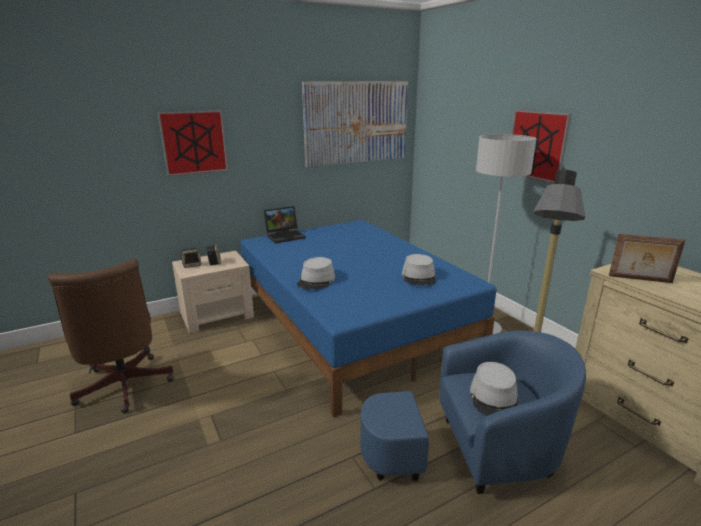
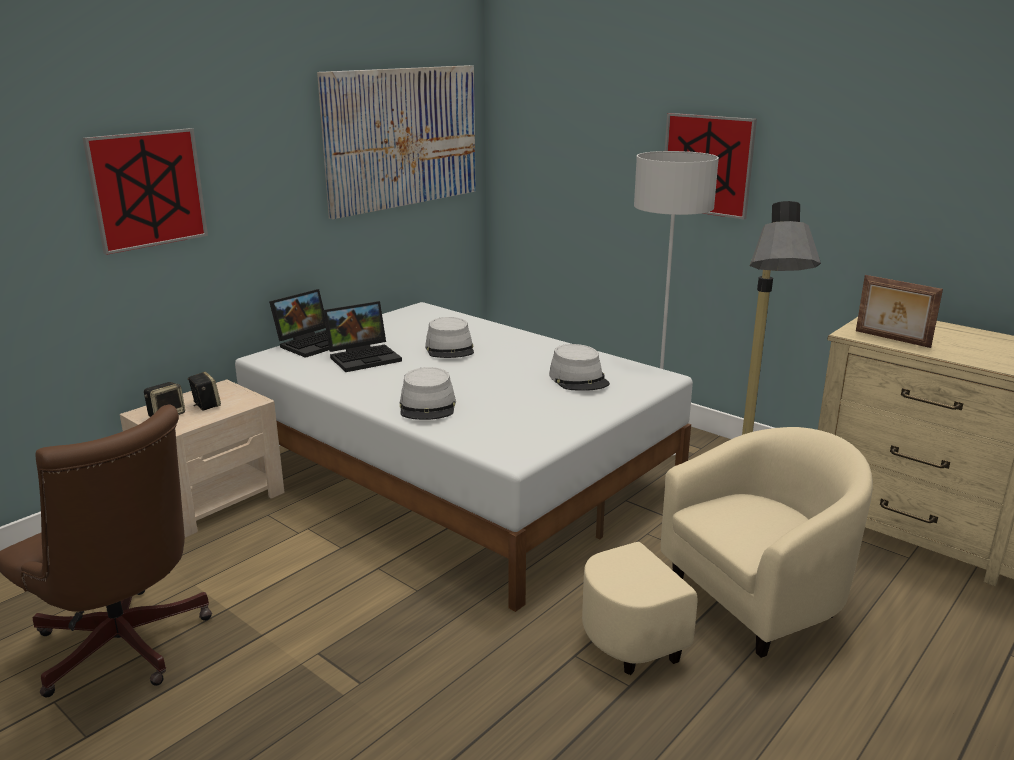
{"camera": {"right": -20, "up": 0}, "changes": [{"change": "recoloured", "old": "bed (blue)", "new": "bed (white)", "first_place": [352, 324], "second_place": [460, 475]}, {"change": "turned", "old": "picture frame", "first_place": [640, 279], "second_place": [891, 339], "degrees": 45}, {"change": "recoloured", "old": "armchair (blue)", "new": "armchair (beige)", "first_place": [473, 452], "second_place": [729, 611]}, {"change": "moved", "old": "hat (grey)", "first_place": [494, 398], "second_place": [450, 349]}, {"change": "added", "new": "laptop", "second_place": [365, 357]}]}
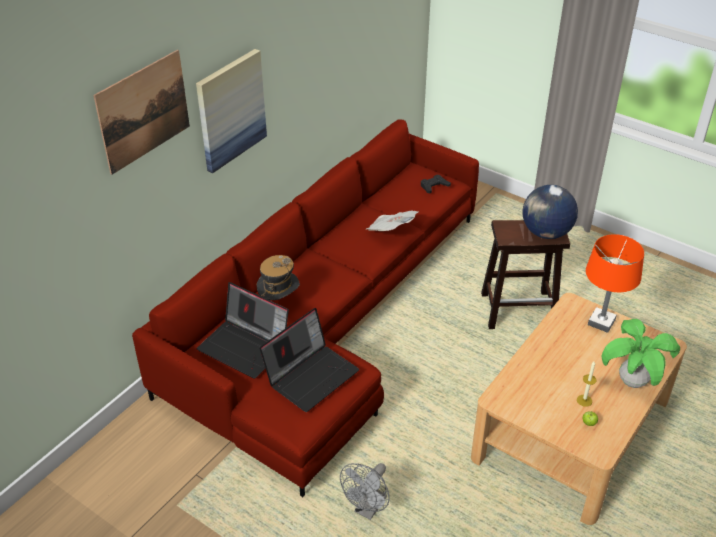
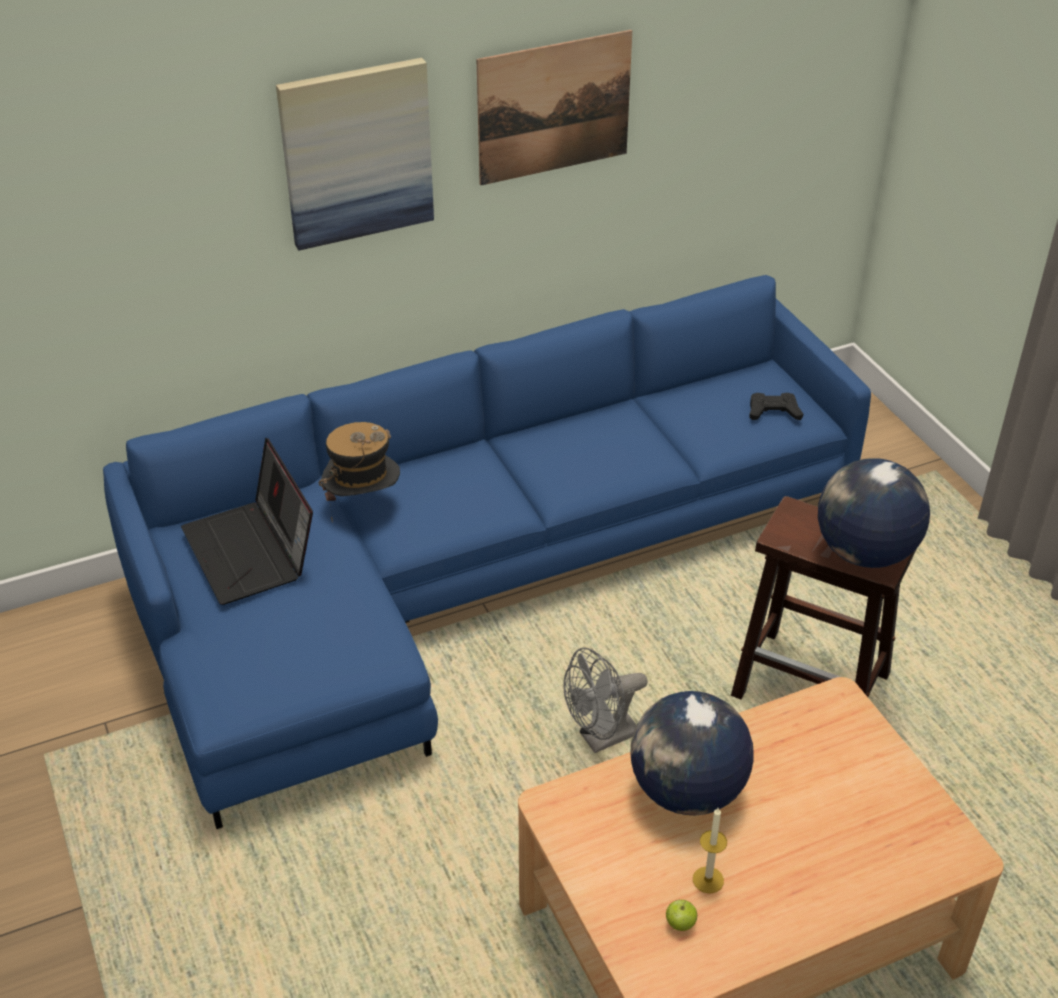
{"camera": {"right": 30, "up": 0}, "changes": [{"change": "moved", "old": "picture", "first_place": [144, 111], "second_place": [554, 107]}, {"change": "recoloured", "old": "sofa (red)", "new": "sofa (blue)", "first_place": [326, 321], "second_place": [476, 573]}, {"change": "removed", "old": "newspaper", "first_place": [391, 231]}, {"change": "removed", "old": "table lamp (orange)", "first_place": [601, 322]}, {"change": "removed", "old": "laptop", "first_place": [311, 375]}, {"change": "removed", "old": "potted plant", "first_place": [632, 382]}, {"change": "moved", "old": "fan (grey)", "first_place": [368, 509], "second_place": [601, 738]}, {"change": "added", "new": "globe", "second_place": [686, 791]}]}
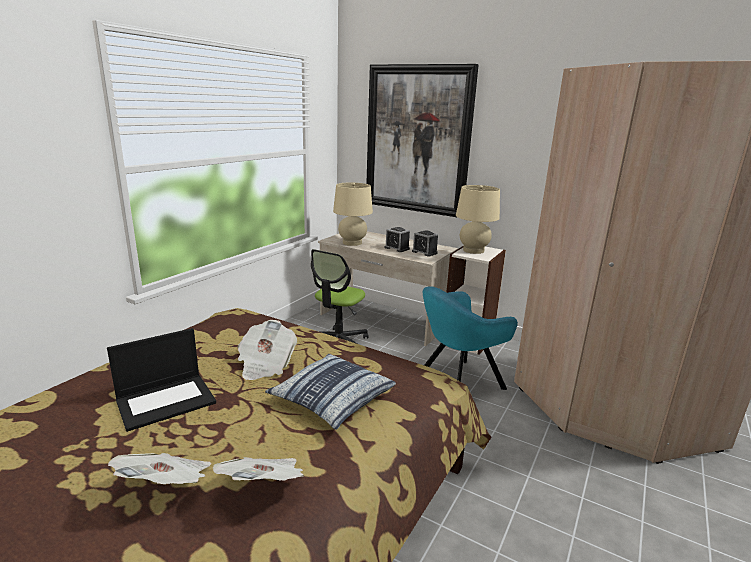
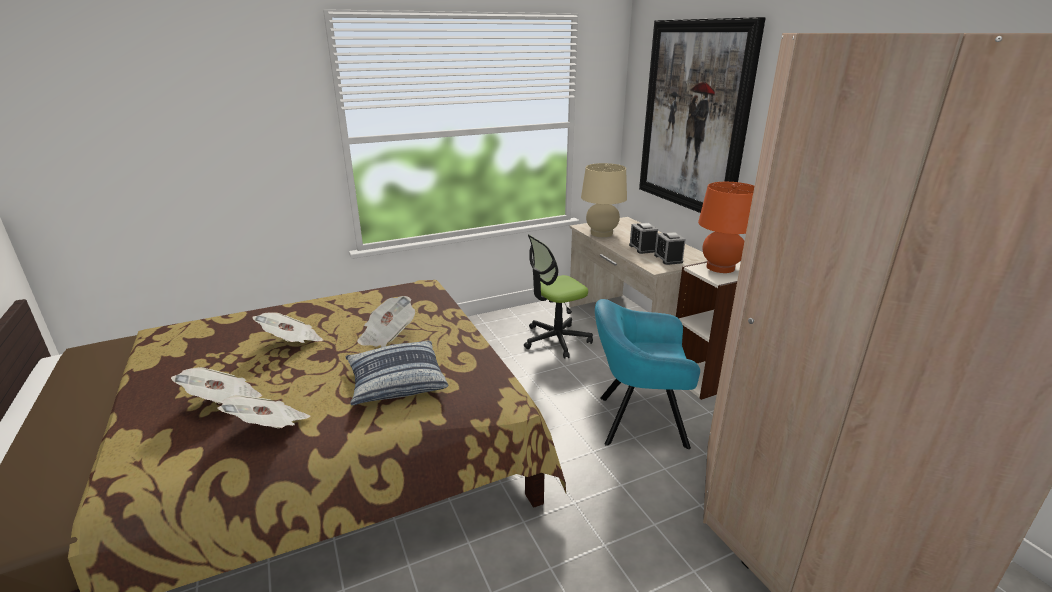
{"camera": {"right": 35, "up": 5}, "changes": [{"change": "recoloured", "old": "table lamp (beige)", "new": "table lamp (orange)", "first_place": [473, 250], "second_place": [720, 267]}, {"change": "replaced", "old": "laptop", "new": "newspaper", "first_place": [167, 400], "second_place": [292, 342]}]}
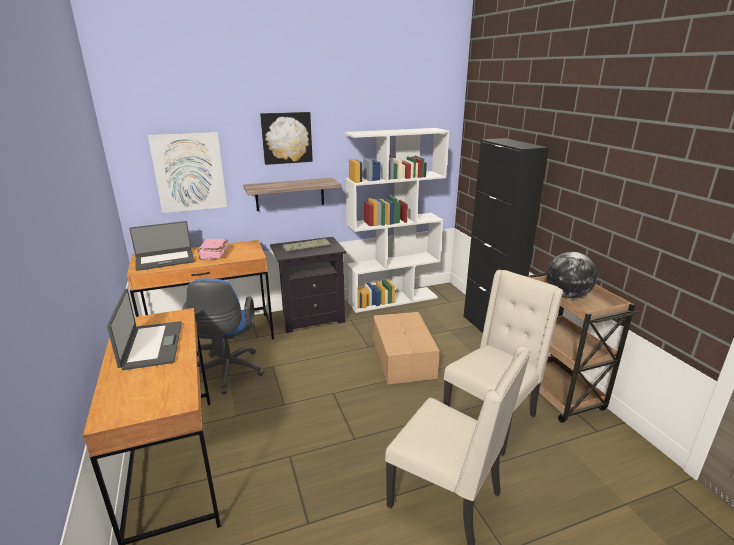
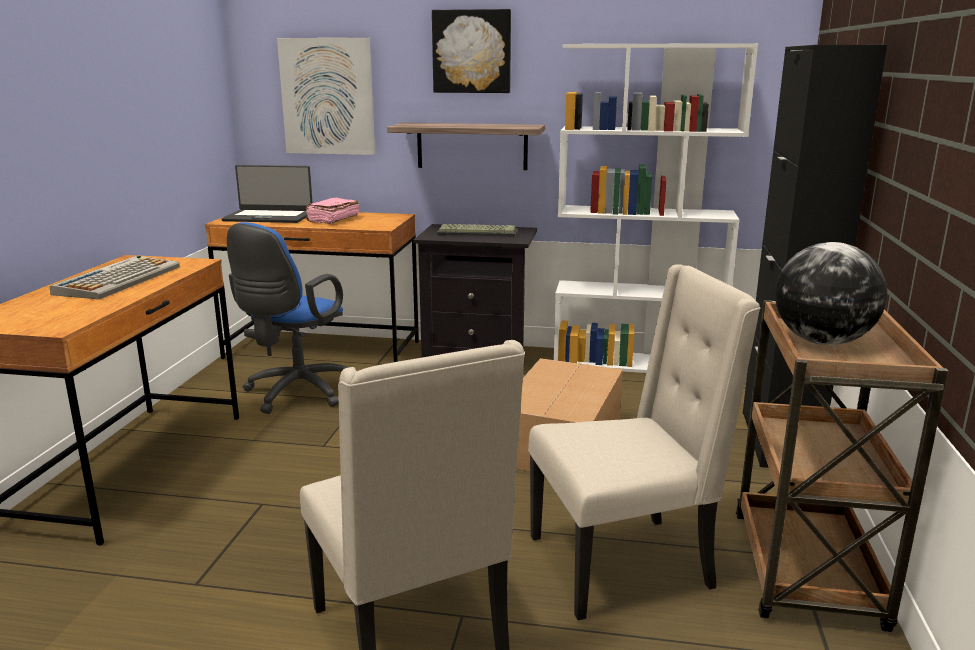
{"camera": {"right": 30, "up": -5}, "changes": [{"change": "replaced", "old": "laptop", "new": "keyboard", "first_place": [151, 345], "second_place": [119, 279]}]}
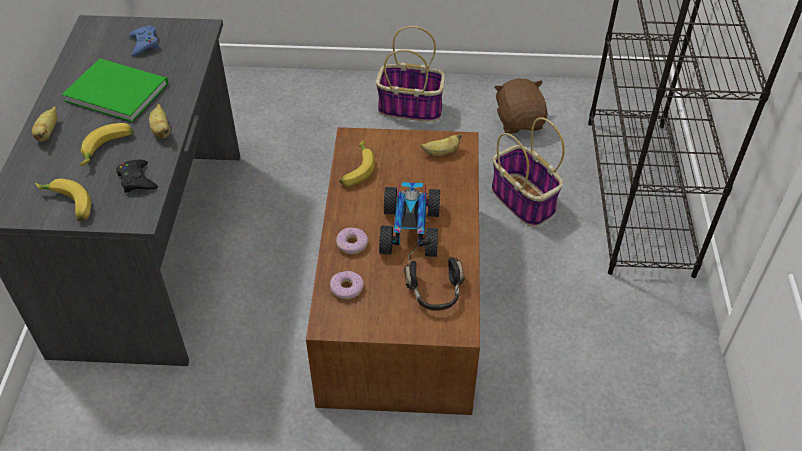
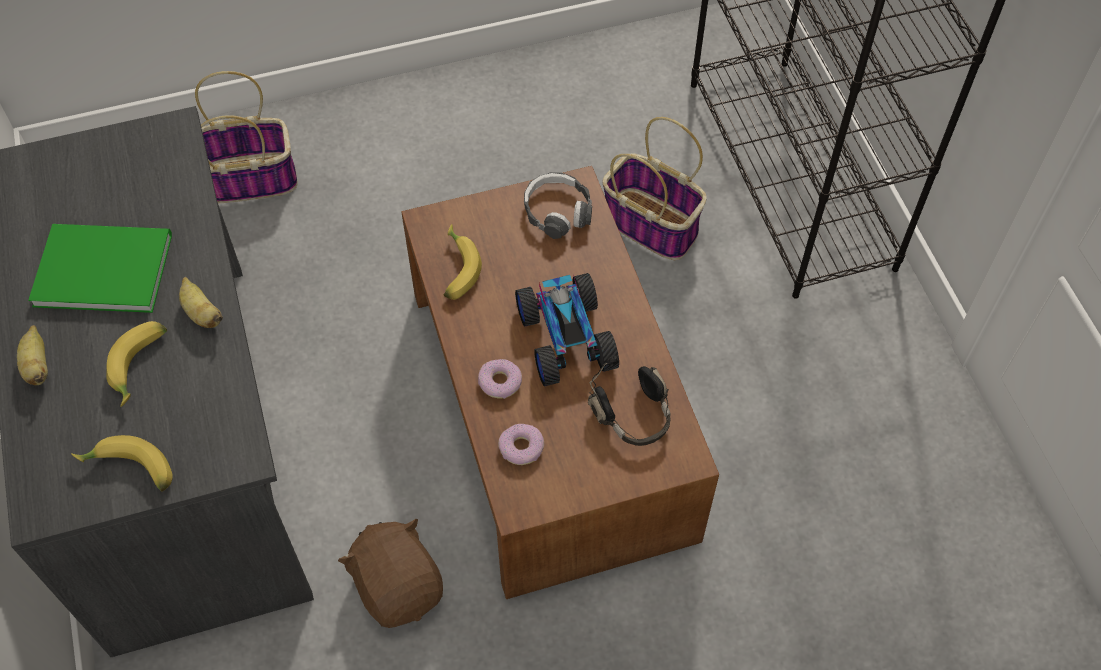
{"camera": {"right": -20, "up": 10}, "changes": [{"change": "removed", "old": "game controller (blue)", "first_place": [144, 44]}, {"change": "moved", "old": "basket", "first_place": [411, 108], "second_place": [251, 179]}, {"change": "moved", "old": "plush toy (brown)", "first_place": [519, 121], "second_place": [398, 586]}, {"change": "replaced", "old": "banana", "new": "headphones", "first_place": [441, 153], "second_place": [557, 211]}, {"change": "removed", "old": "game controller (black)", "first_place": [137, 180]}]}
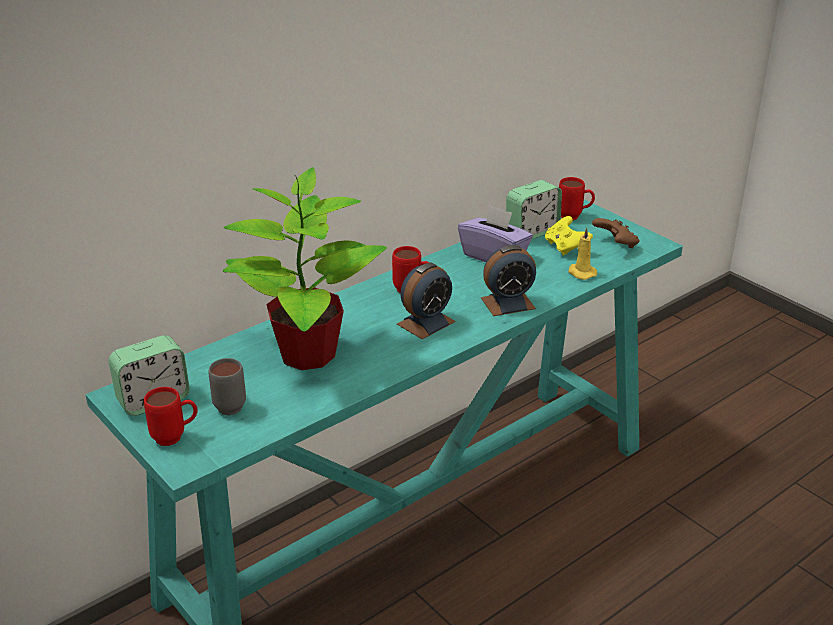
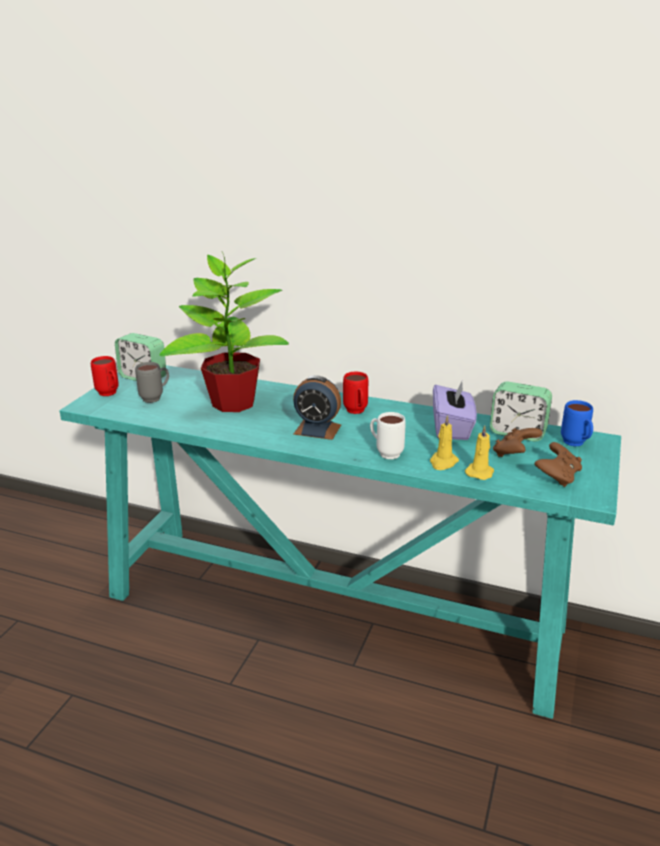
{"camera": {"right": 60, "up": -5}, "changes": [{"change": "recoloured", "old": "mug (red)", "new": "mug (blue)", "first_place": [574, 217], "second_place": [576, 445]}, {"change": "recoloured", "old": "game controller (yellow)", "new": "game controller (brown)", "first_place": [565, 247], "second_place": [514, 454]}, {"change": "replaced", "old": "alarm clock", "new": "mug (white)", "first_place": [508, 303], "second_place": [385, 453]}, {"change": "added", "new": "candle (yellow)", "second_place": [443, 462]}]}
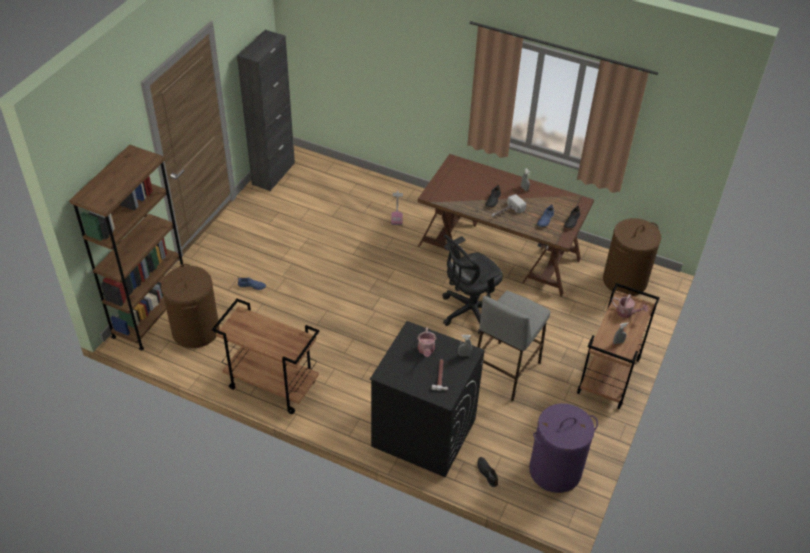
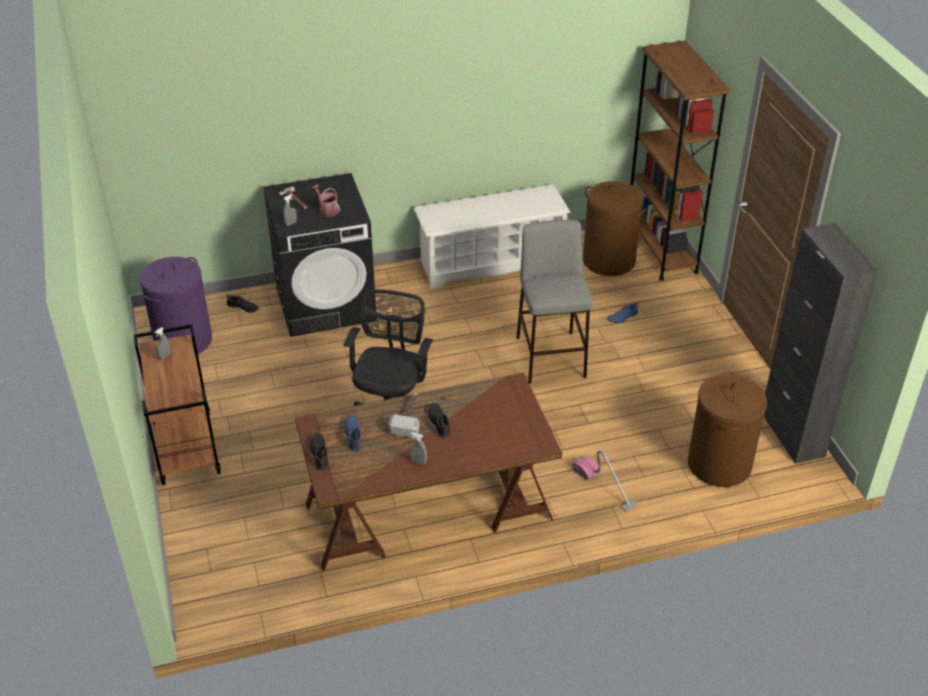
{"camera": {"right": 140, "up": -5}, "changes": [{"change": "moved", "old": "laundry basket (brown)", "first_place": [625, 281], "second_place": [718, 464]}, {"change": "moved", "old": "stool (grey)", "first_place": [505, 371], "second_place": [550, 356]}, {"change": "removed", "old": "watering can", "first_place": [626, 313]}, {"change": "replaced", "old": "cart (brown)", "new": "shoe rack (white)", "first_place": [271, 385], "second_place": [491, 263]}]}
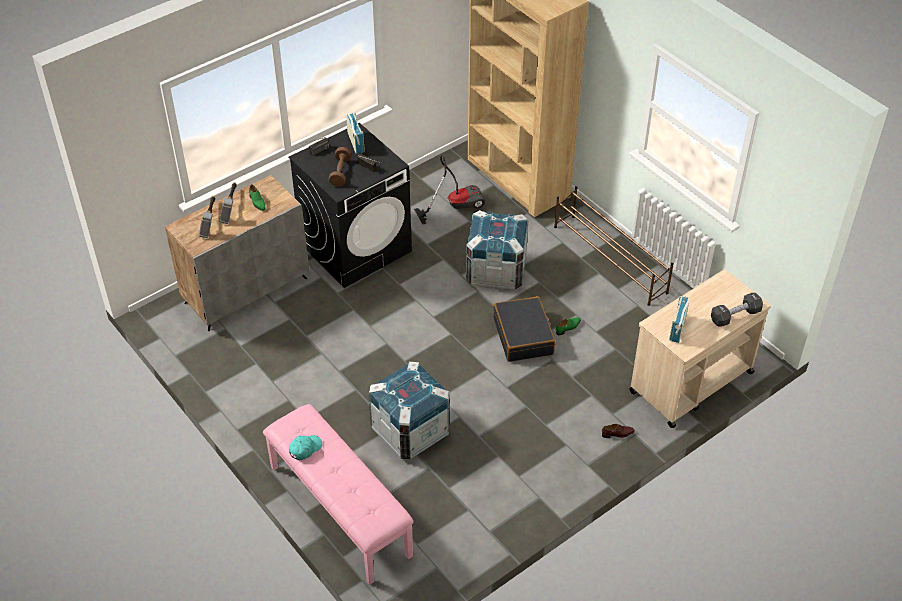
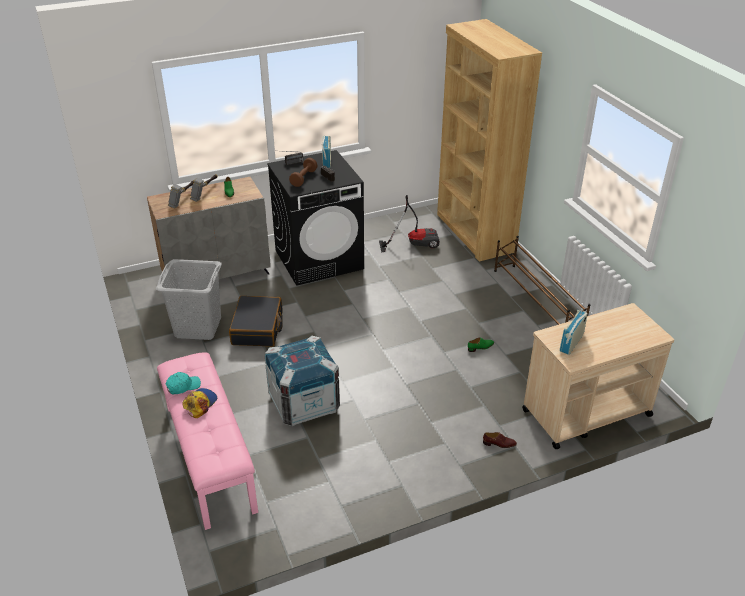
{"camera": {"right": 15, "up": -10}, "changes": [{"change": "removed", "old": "crate", "first_place": [496, 271]}, {"change": "removed", "old": "dumbbell (black)", "first_place": [735, 316]}, {"change": "moved", "old": "suitcase (black)", "first_place": [523, 336], "second_place": [258, 328]}, {"change": "added", "new": "laundry basket (grey)", "second_place": [198, 327]}, {"change": "added", "new": "cap", "second_place": [200, 404]}]}
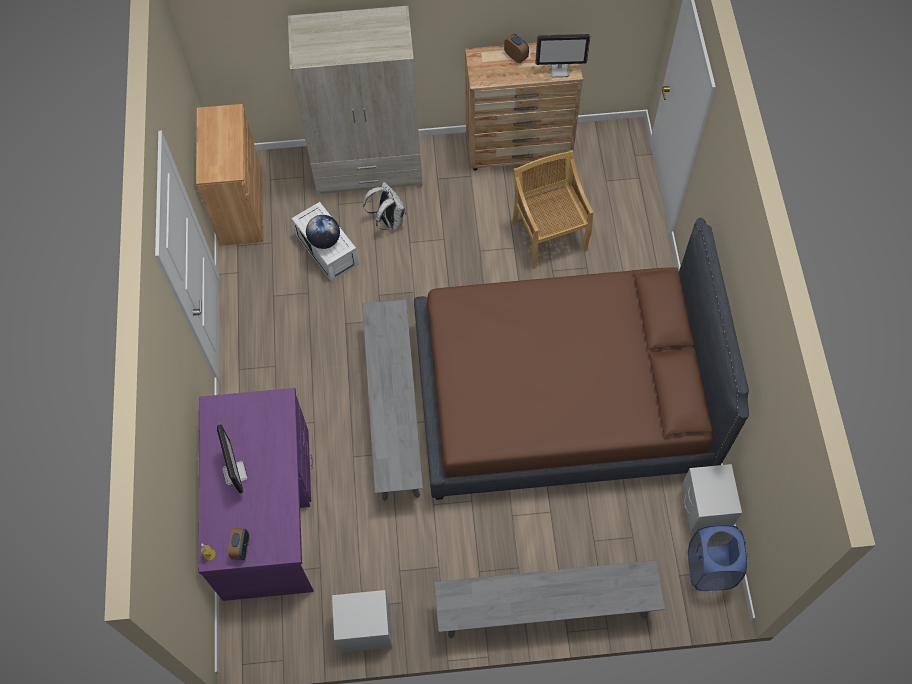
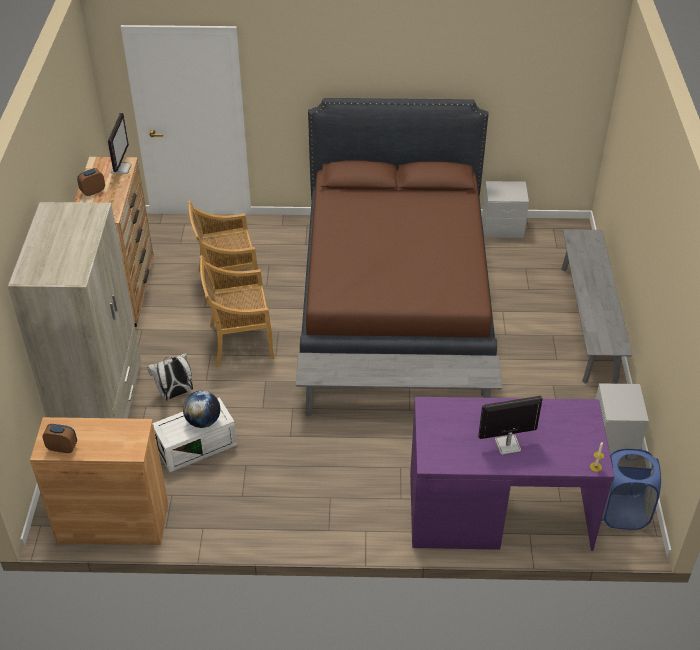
{"camera": {"right": -85, "up": -20}, "changes": [{"change": "moved", "old": "laundry basket (blue)", "first_place": [709, 568], "second_place": [622, 512]}, {"change": "moved", "old": "alarm clock", "first_place": [241, 548], "second_place": [62, 448]}, {"change": "added", "new": "chair (beige)", "second_place": [240, 342]}]}
